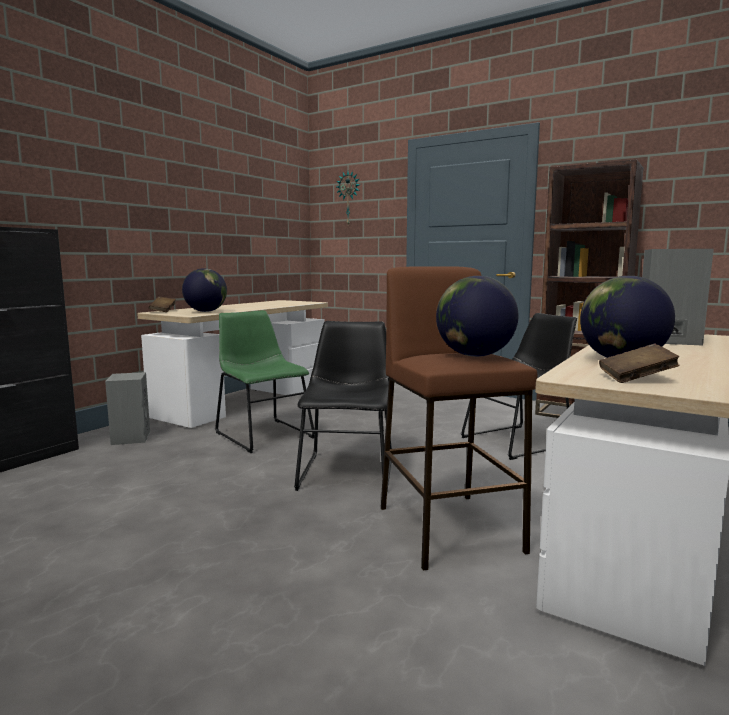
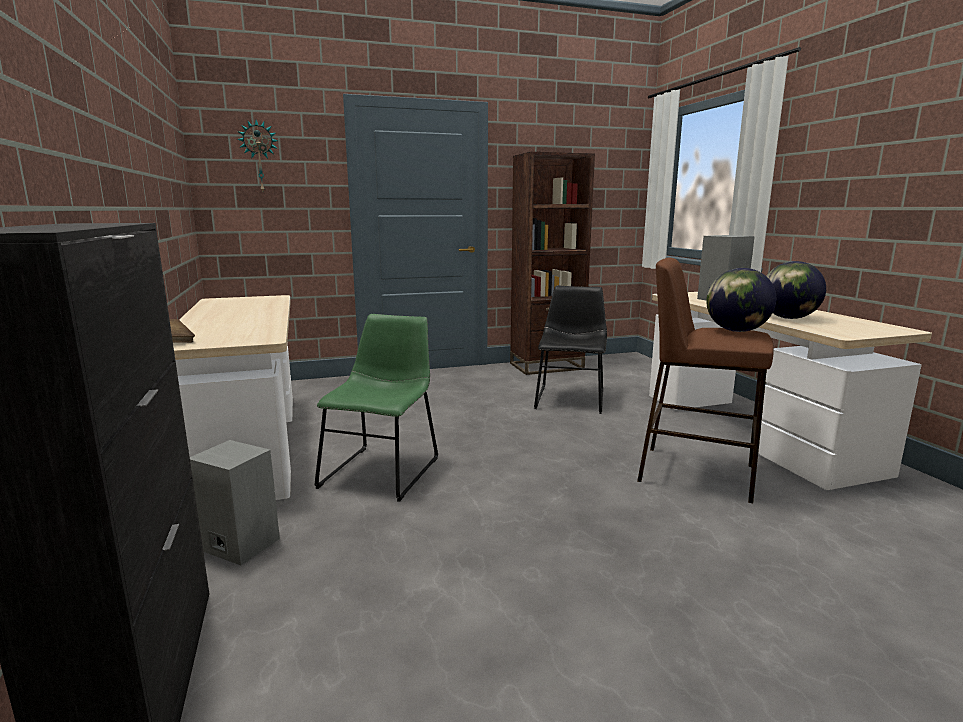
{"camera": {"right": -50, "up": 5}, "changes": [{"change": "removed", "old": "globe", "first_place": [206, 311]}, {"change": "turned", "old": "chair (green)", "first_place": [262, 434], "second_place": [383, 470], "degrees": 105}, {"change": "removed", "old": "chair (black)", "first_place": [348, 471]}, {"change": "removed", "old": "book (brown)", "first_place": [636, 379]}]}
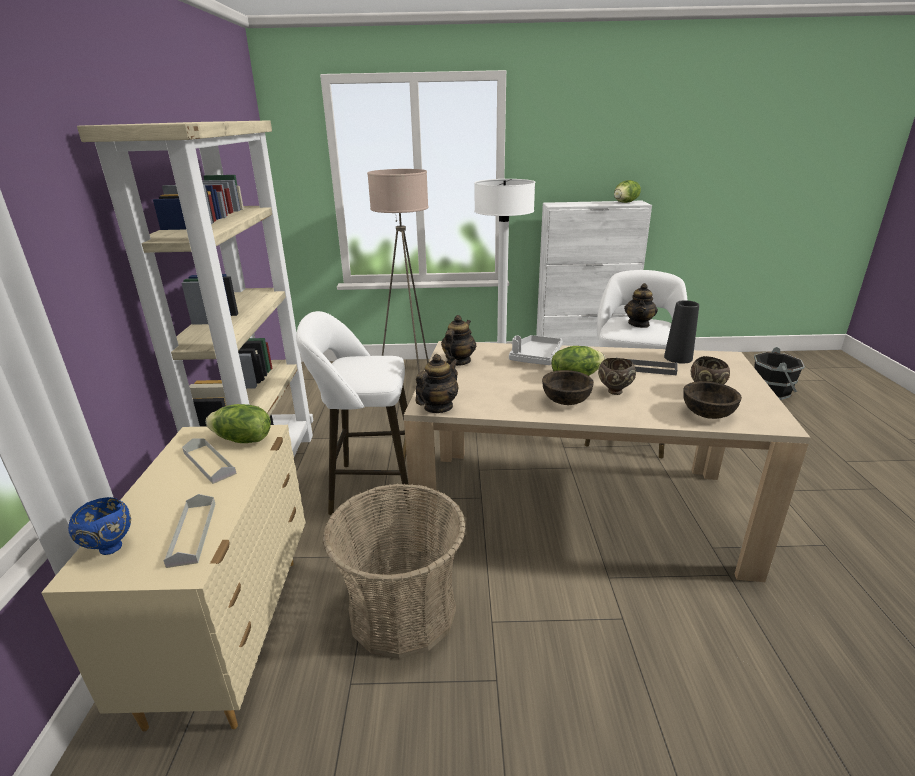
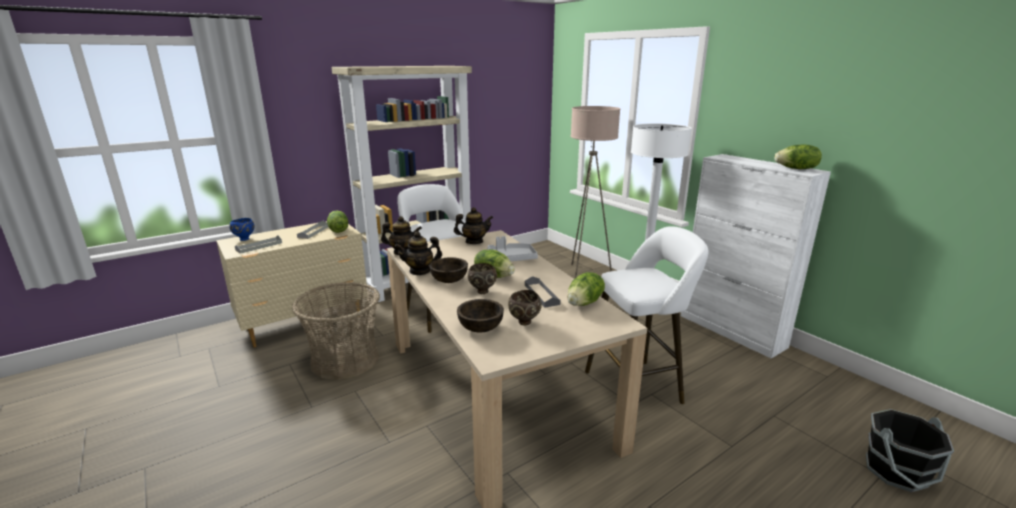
{"camera": {"right": 55, "up": -5}, "changes": [{"change": "moved", "old": "teapot", "first_place": [639, 324], "second_place": [420, 271]}, {"change": "replaced", "old": "vase (black)", "new": "lettuce", "first_place": [678, 358], "second_place": [585, 303]}]}
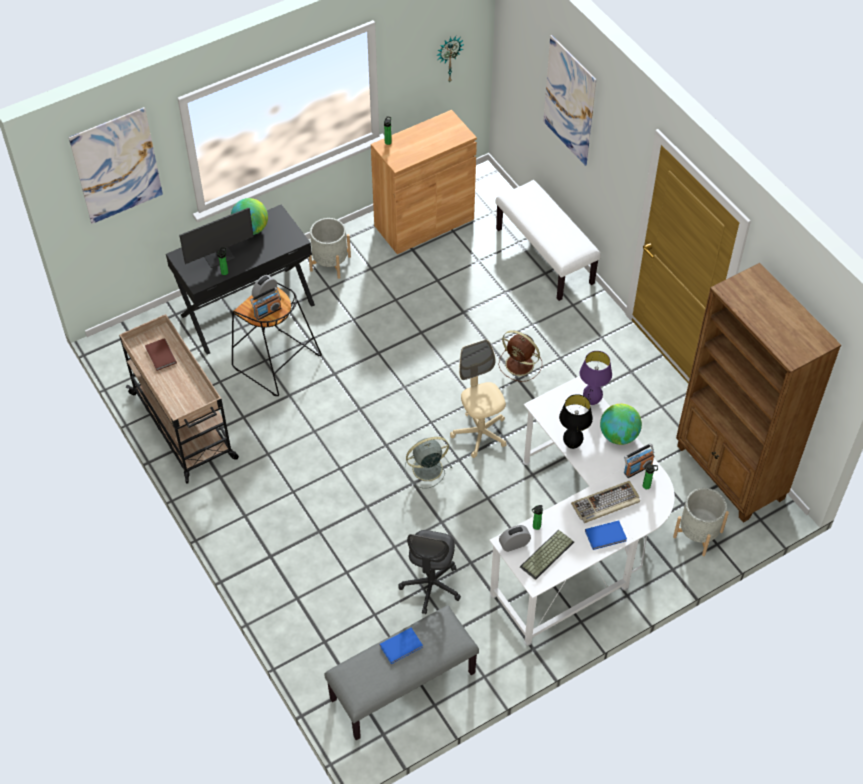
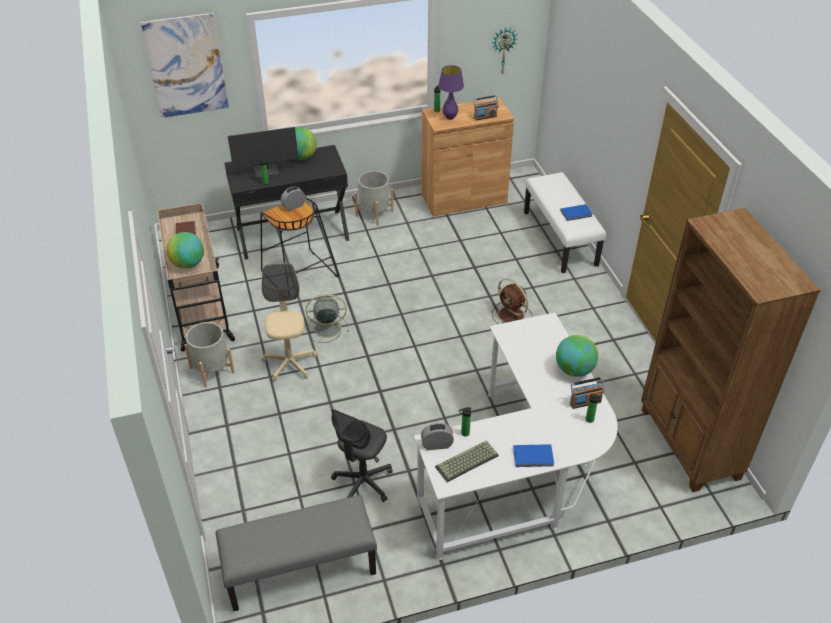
{"camera": {"right": 15, "up": -10}, "changes": [{"change": "removed", "old": "picture", "first_place": [569, 101]}, {"change": "moved", "old": "radio", "first_place": [267, 312], "second_place": [485, 117]}, {"change": "moved", "old": "office chair (beige)", "first_place": [480, 434], "second_place": [289, 363]}, {"change": "moved", "old": "table lamp (purple)", "first_place": [591, 401], "second_place": [450, 117]}, {"change": "removed", "old": "table lamp (black)", "first_place": [572, 444]}, {"change": "moved", "old": "fan (grey)", "first_place": [426, 469], "second_place": [326, 328]}, {"change": "removed", "old": "keyboard", "first_place": [605, 504]}, {"change": "moved", "old": "planter (grey)", "first_place": [698, 534], "second_place": [212, 370]}, {"change": "moved", "old": "book (blue)", "first_place": [402, 647], "second_place": [577, 214]}, {"change": "added", "new": "globe", "second_place": [188, 264]}]}
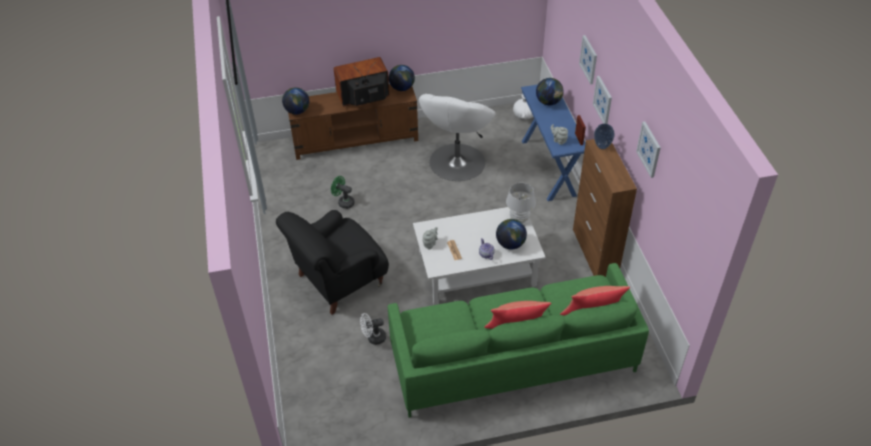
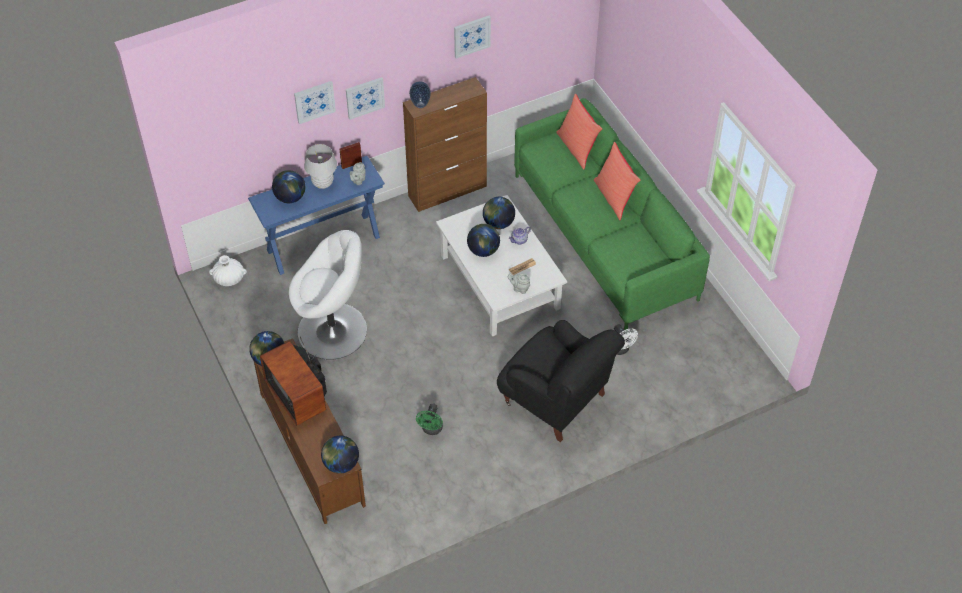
{"camera": {"right": -105, "up": 5}, "changes": [{"change": "moved", "old": "table lamp (white)", "first_place": [519, 219], "second_place": [323, 184]}, {"change": "added", "new": "globe", "second_place": [483, 250]}]}
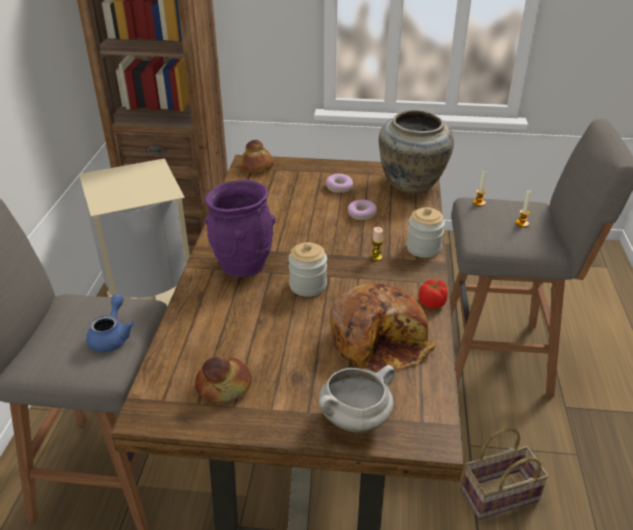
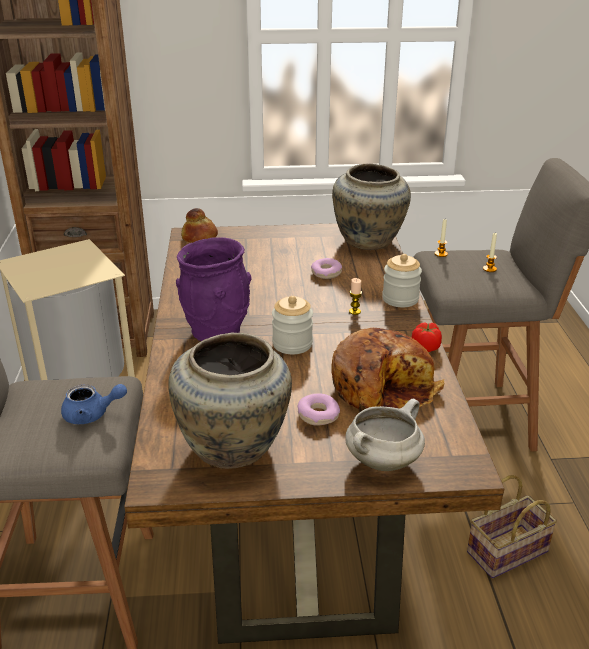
{"camera": {"right": -10, "up": -5}, "changes": [{"change": "moved", "old": "donut", "first_place": [339, 187], "second_place": [318, 415]}, {"change": "turned", "old": "teapot (blue)", "first_place": [112, 336], "second_place": [92, 415], "degrees": 90}, {"change": "replaced", "old": "bread", "new": "vase (beige)", "first_place": [224, 386], "second_place": [235, 447]}]}
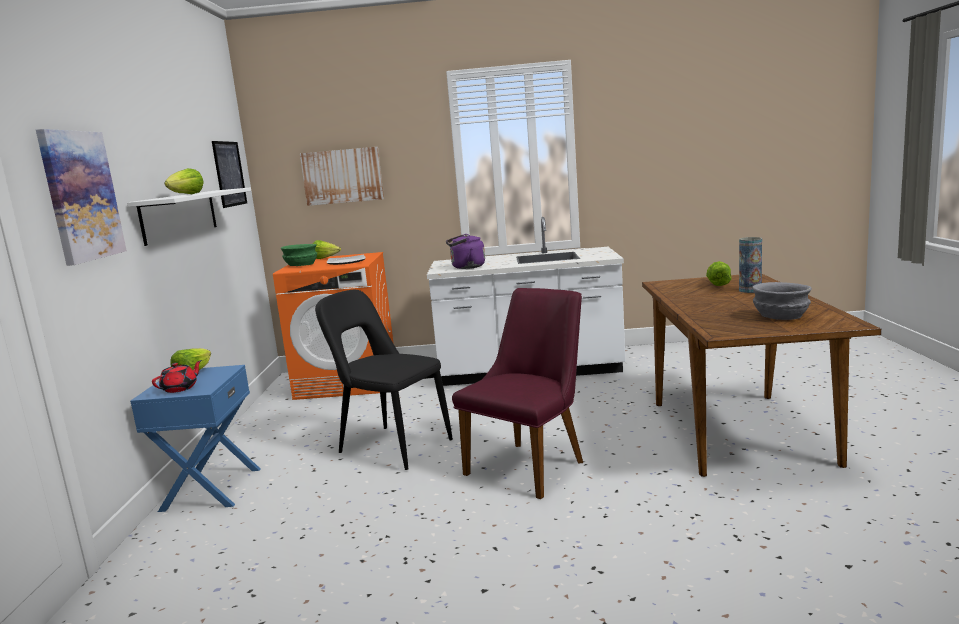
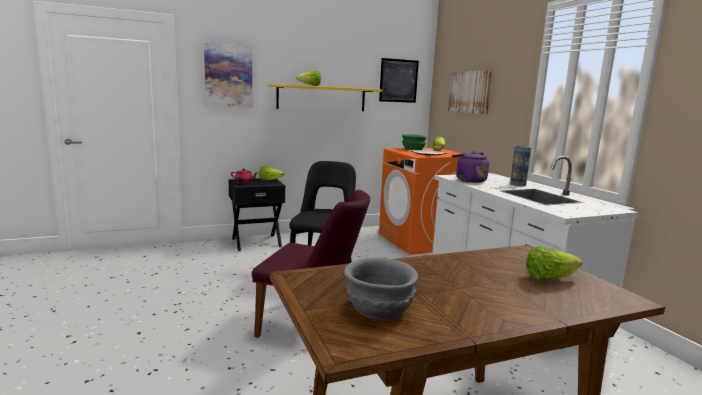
{"camera": {"right": 65, "up": 0}, "changes": [{"change": "recoloured", "old": "shelf (white)", "new": "shelf (yellow)", "first_place": [180, 215], "second_place": [322, 98]}, {"change": "moved", "old": "vase", "first_place": [750, 290], "second_place": [518, 184]}, {"change": "recoloured", "old": "nightstand (blue)", "new": "nightstand (black)", "first_place": [210, 489], "second_place": [256, 242]}]}
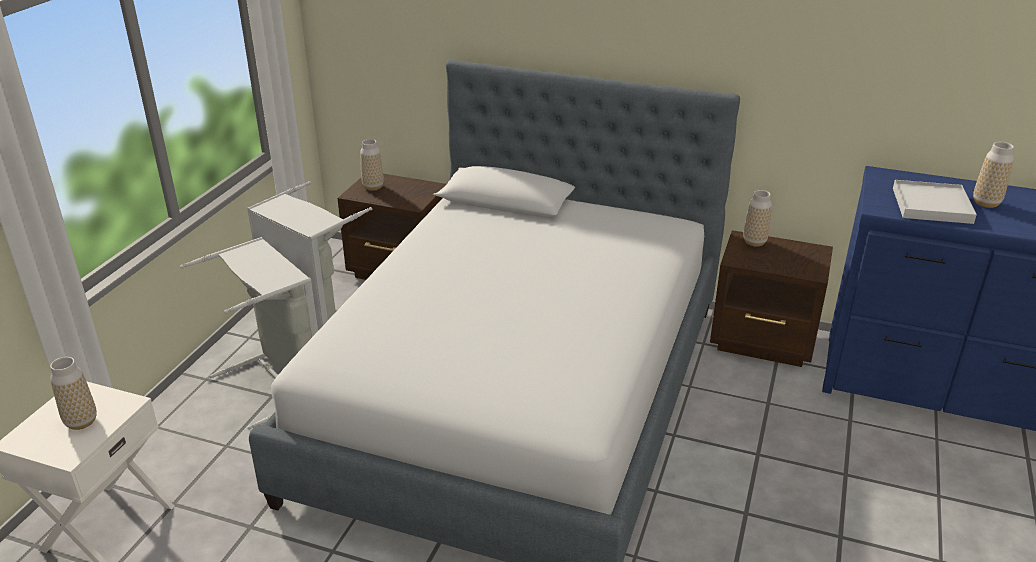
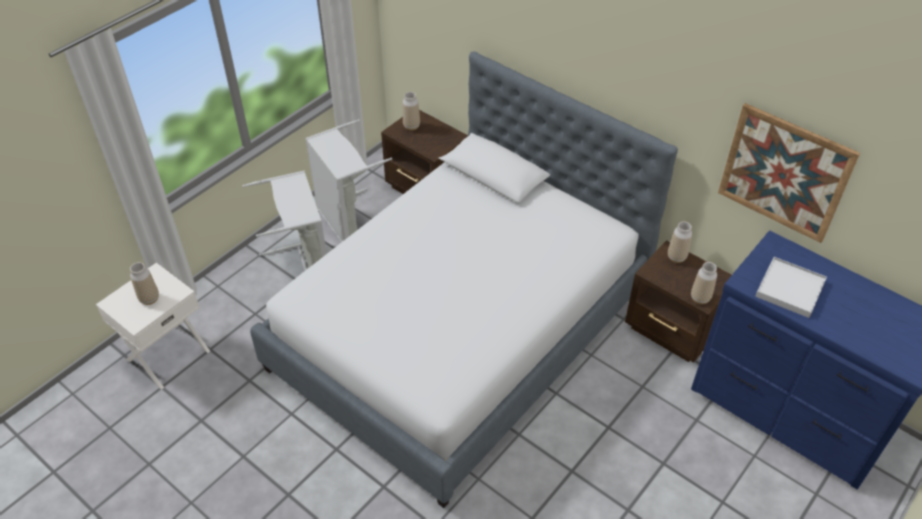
{"camera": {"right": 20, "up": 15}, "changes": [{"change": "moved", "old": "vase", "first_place": [986, 203], "second_place": [700, 298]}, {"change": "added", "new": "picture", "second_place": [784, 173]}]}
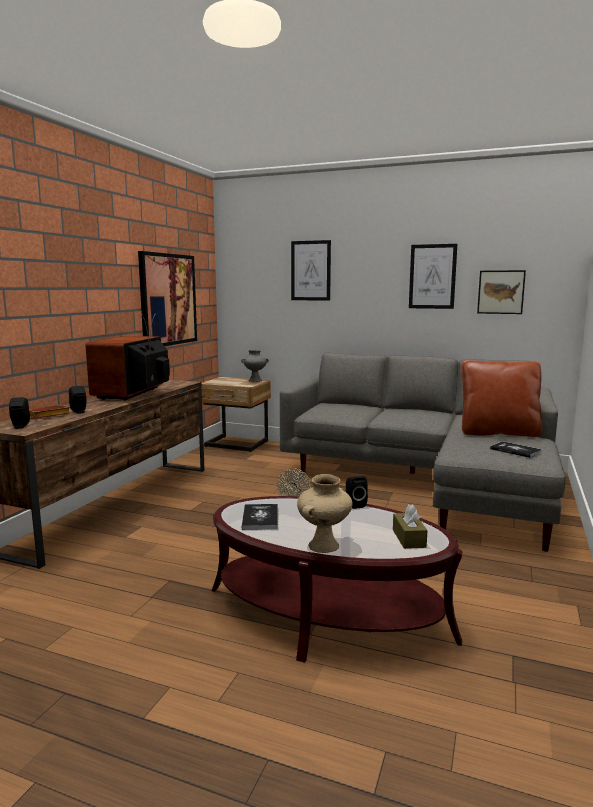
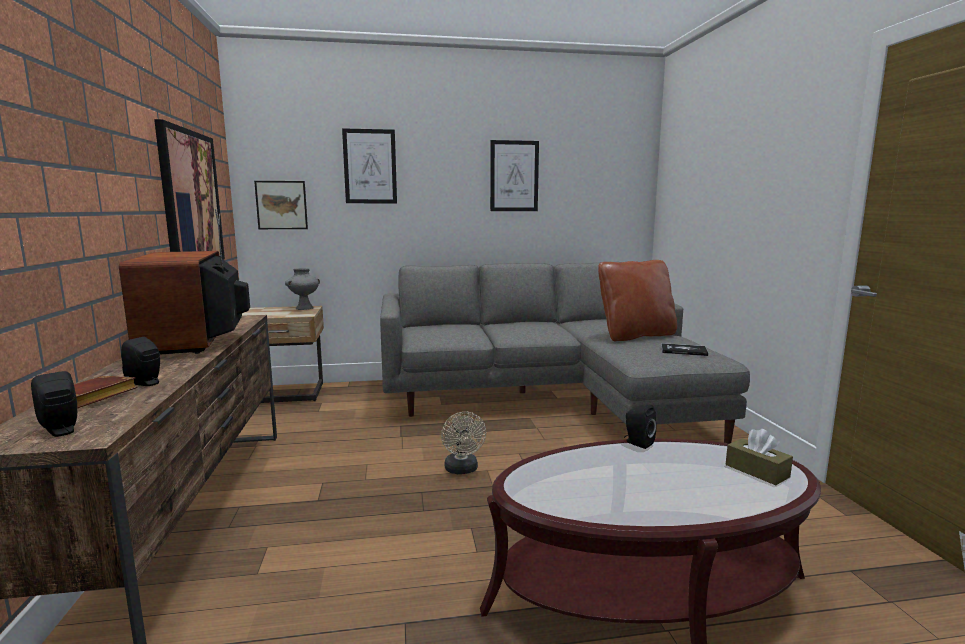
{"camera": {"right": -30, "up": 0}, "changes": [{"change": "moved", "old": "picture", "first_place": [501, 292], "second_place": [281, 205]}, {"change": "removed", "old": "vase (beige)", "first_place": [324, 546]}, {"change": "removed", "old": "book", "first_place": [260, 518]}]}
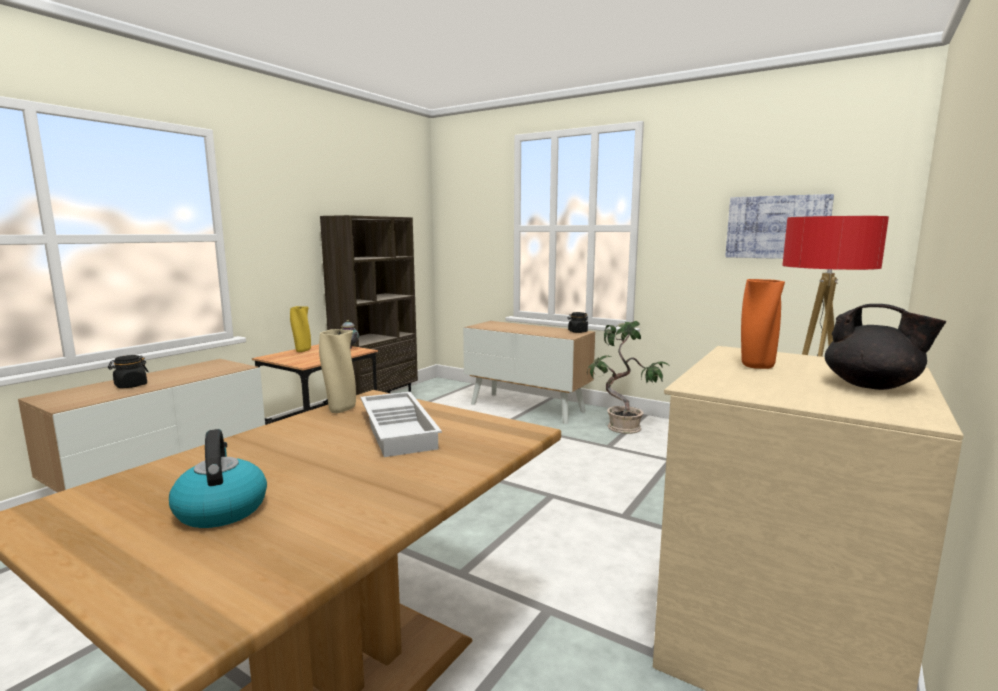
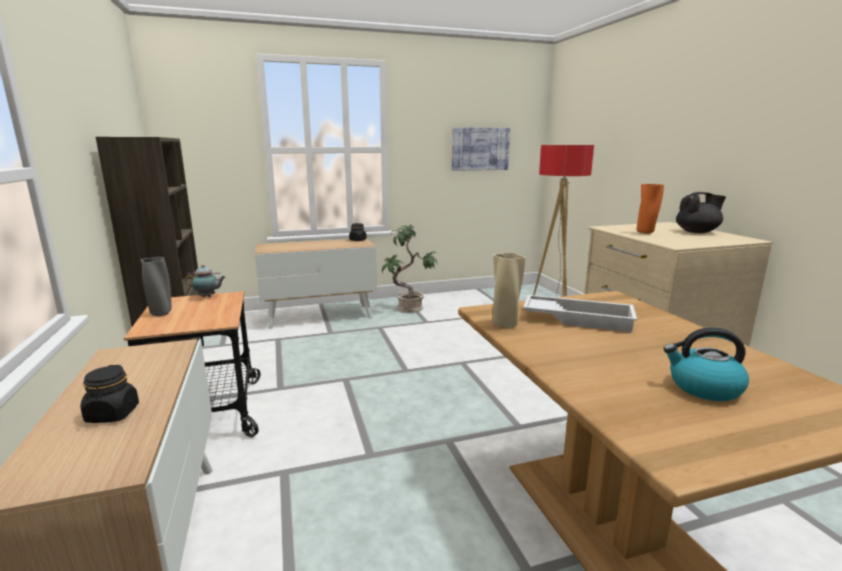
{"camera": {"right": -50, "up": 5}, "changes": [{"change": "recoloured", "old": "vase (yellow)", "new": "vase (grey)", "first_place": [302, 351], "second_place": [162, 313]}]}
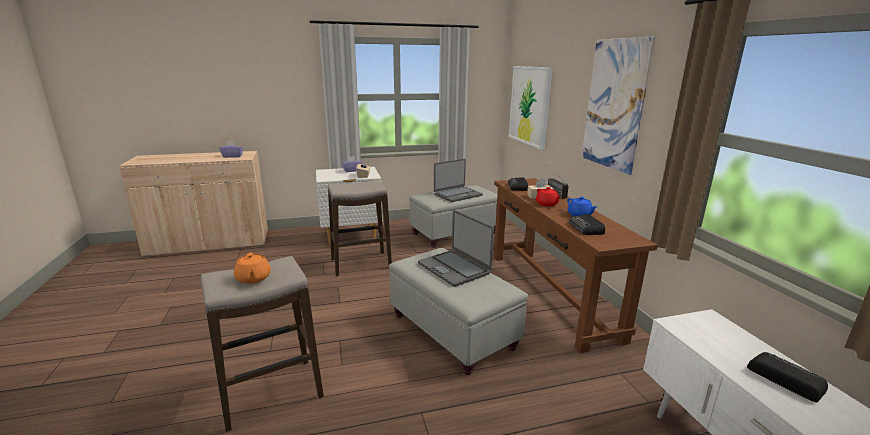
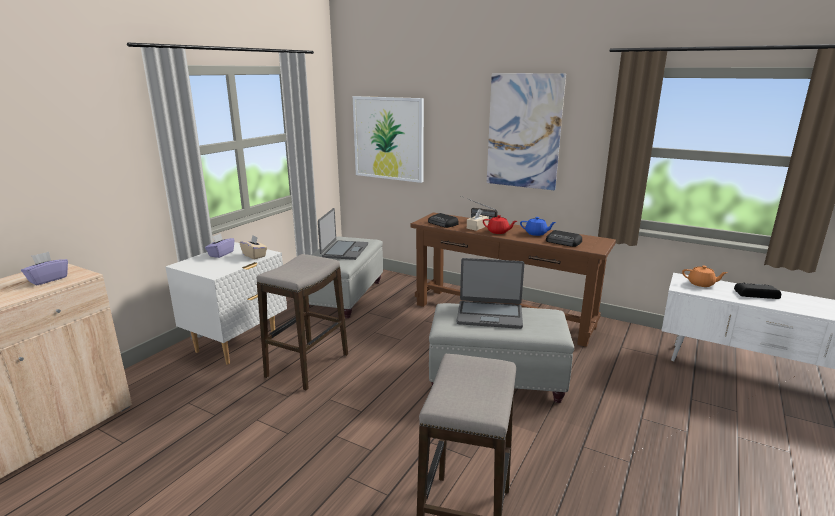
{"camera": {"right": -45, "up": 0}, "changes": [{"change": "moved", "old": "teapot (orange)", "first_place": [253, 278], "second_place": [701, 284]}]}
